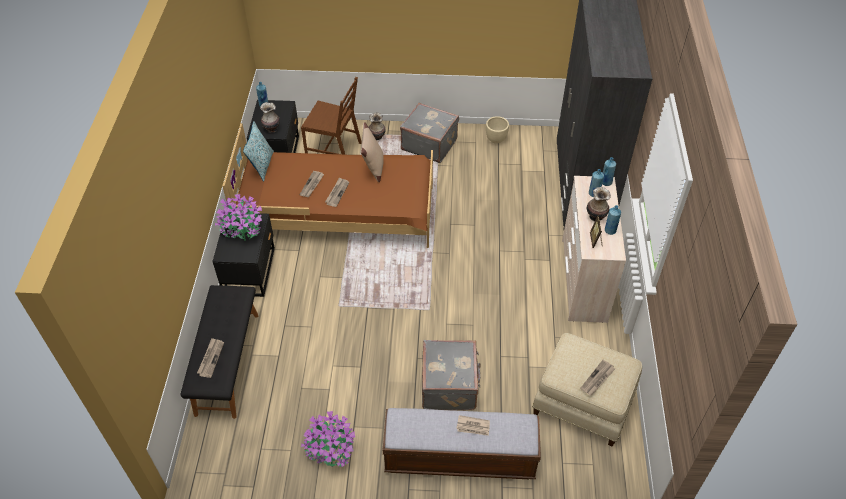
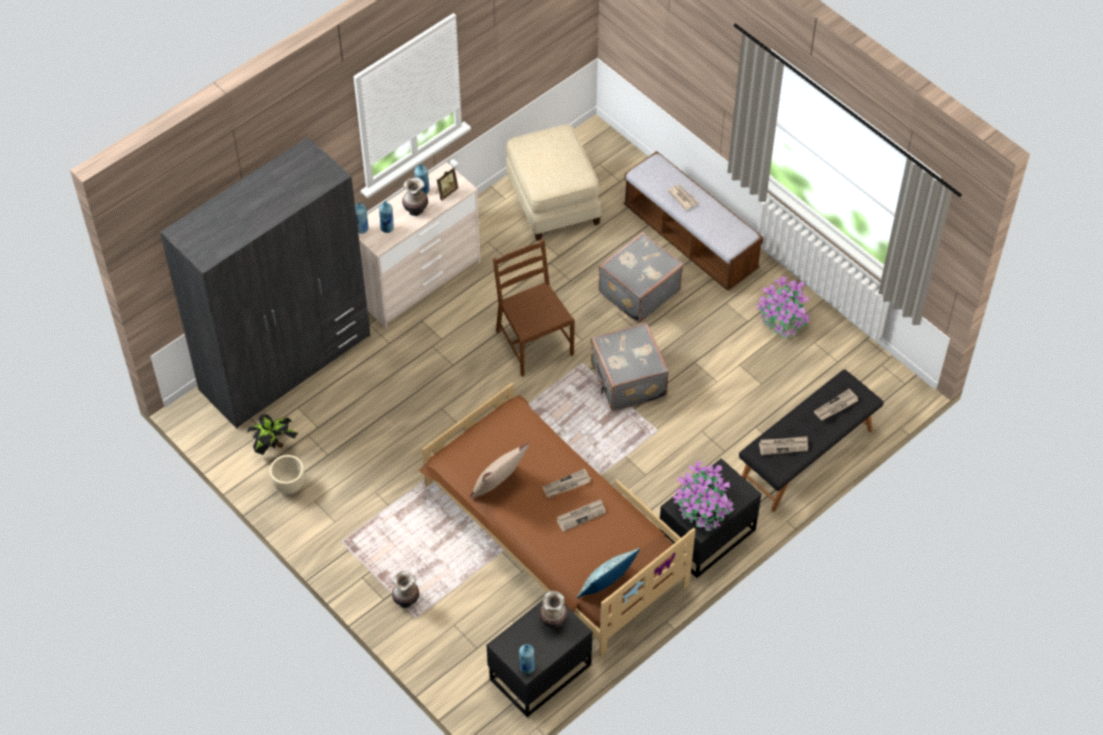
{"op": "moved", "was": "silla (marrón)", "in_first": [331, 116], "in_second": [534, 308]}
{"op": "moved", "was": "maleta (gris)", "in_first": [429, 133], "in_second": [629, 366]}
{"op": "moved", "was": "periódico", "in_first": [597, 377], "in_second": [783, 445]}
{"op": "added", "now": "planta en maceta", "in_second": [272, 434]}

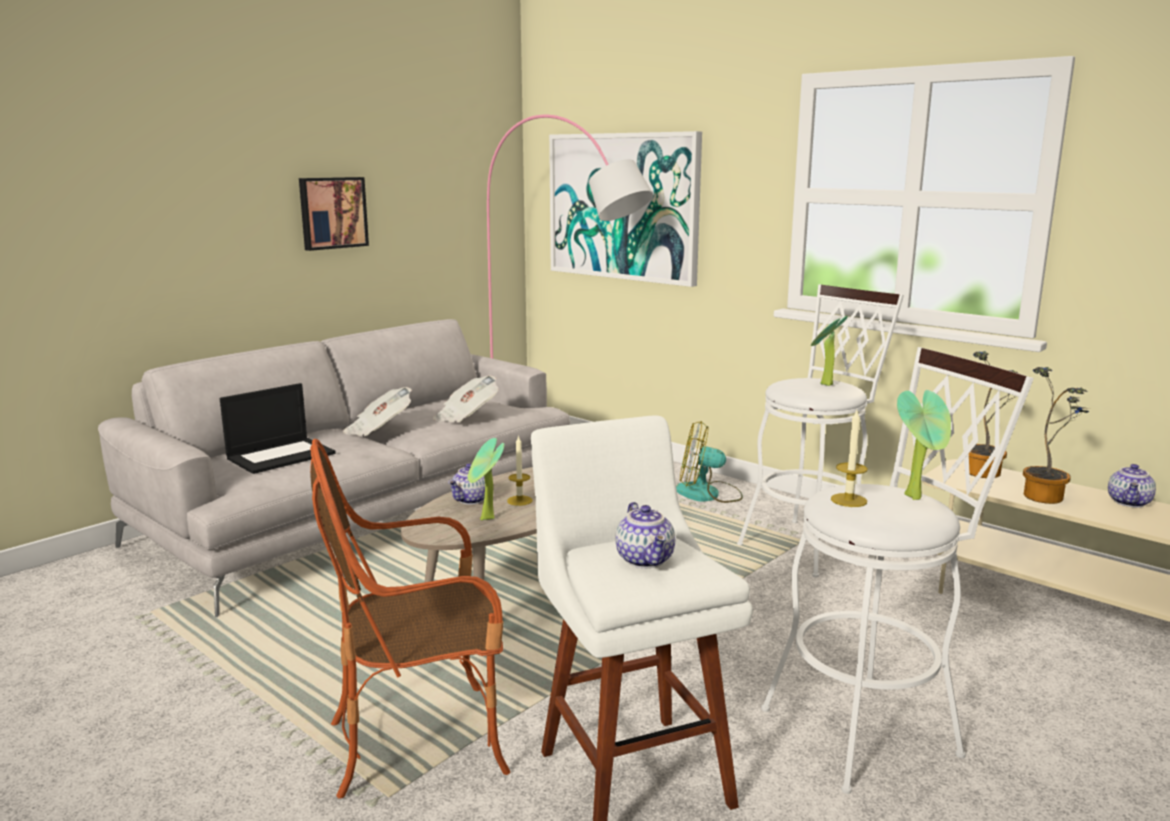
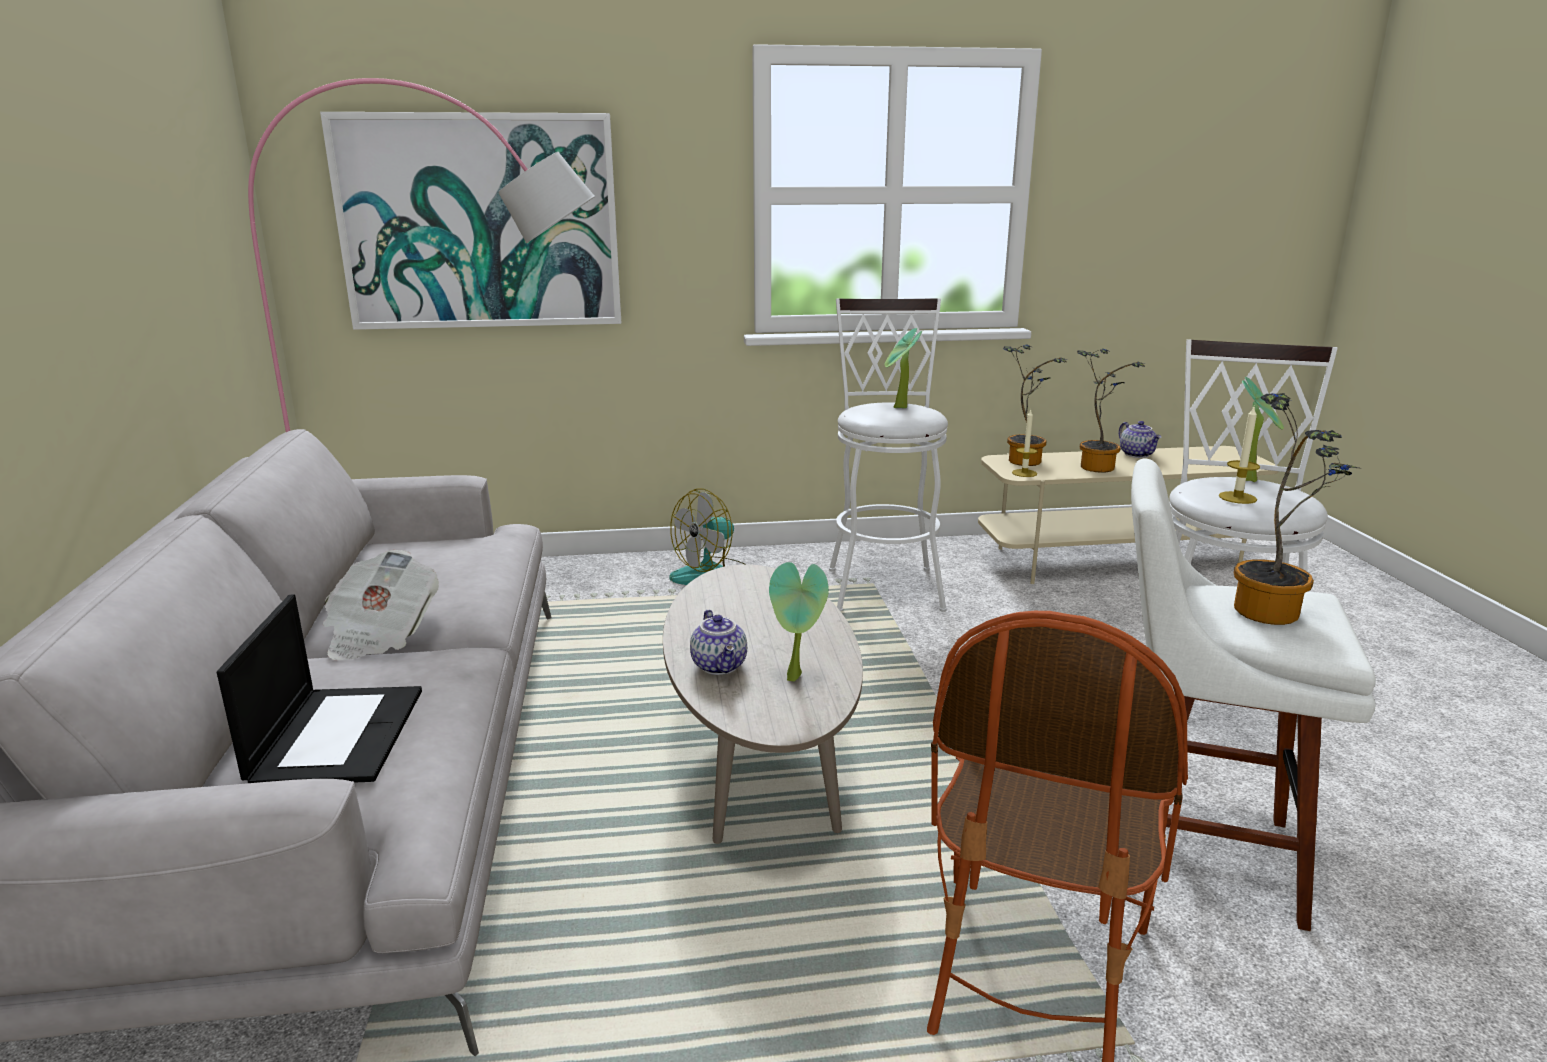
{"op": "removed", "was": "cuadro", "in_first": [334, 214]}
{"op": "removed", "was": "periódico", "in_first": [465, 398]}
{"op": "moved", "was": "vela", "in_first": [520, 470], "in_second": [1024, 443]}
{"op": "replaced", "was": "tetera", "now": "planta en maceta", "in_first": [645, 535], "in_second": [1298, 509]}

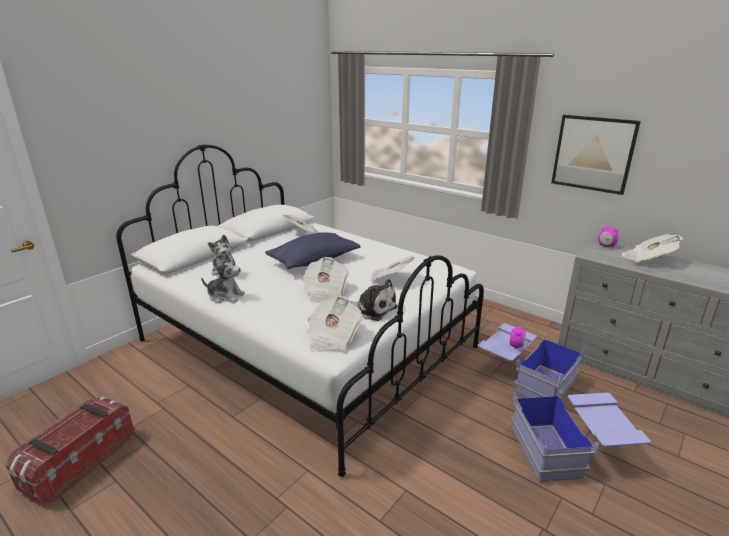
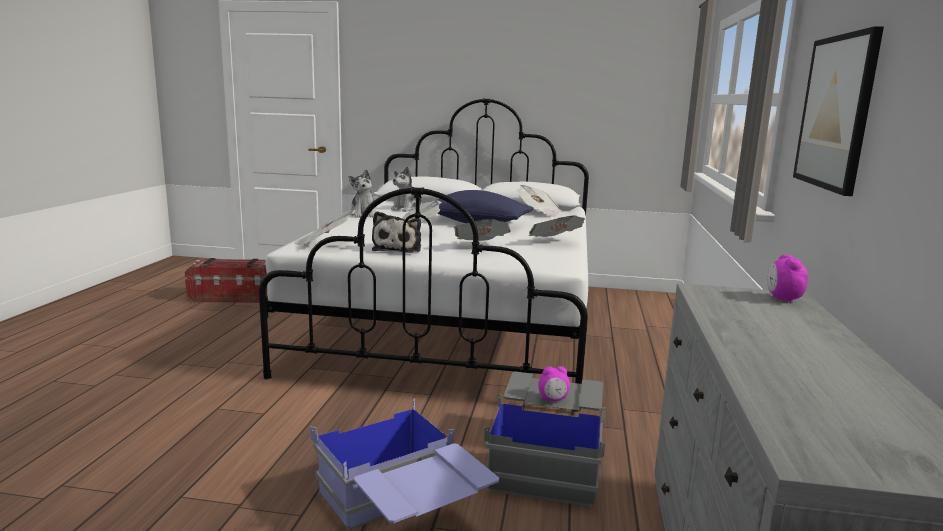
{"op": "moved", "was": "periódico", "in_first": [652, 248], "in_second": [556, 226]}
{"op": "recoloured", "was": "caja de almacenaje (azul)", "now": "caja de almacenaje (gris)", "in_first": [531, 361], "in_second": [545, 439]}

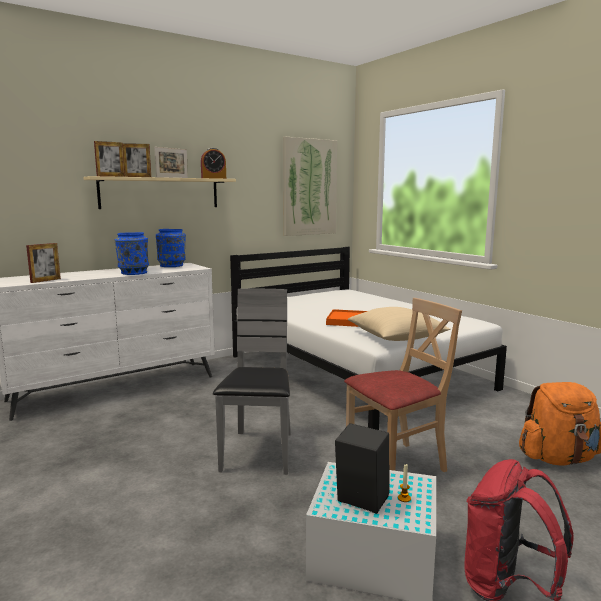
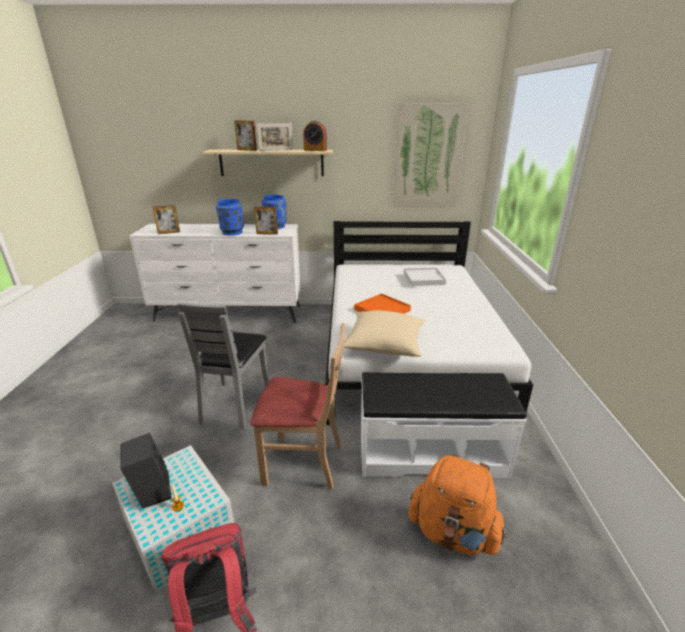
{"op": "moved", "was": "portarretratos", "in_first": [109, 159], "in_second": [266, 220]}
{"op": "turned", "was": "silla (gris)", "in_first": [252, 382], "in_second": [223, 366], "clockwise": 150}
{"op": "added", "now": "bandeja (blanco)", "in_second": [425, 277]}
{"op": "added", "now": "banco (blanco)", "in_second": [444, 425]}

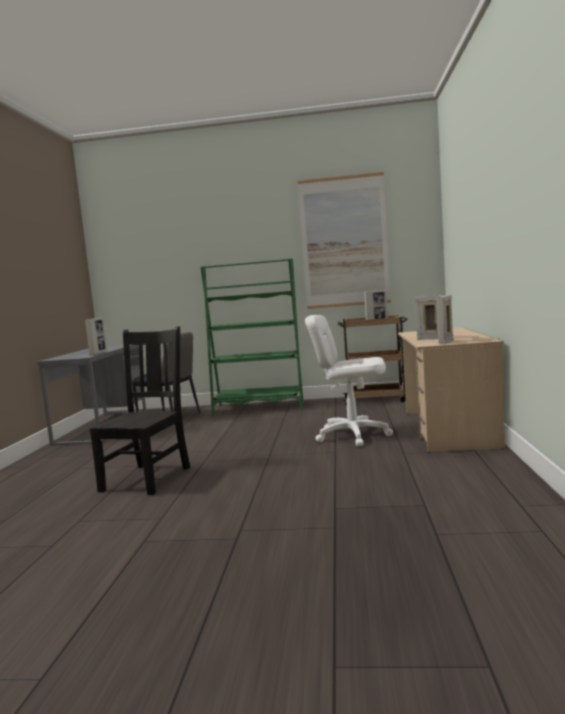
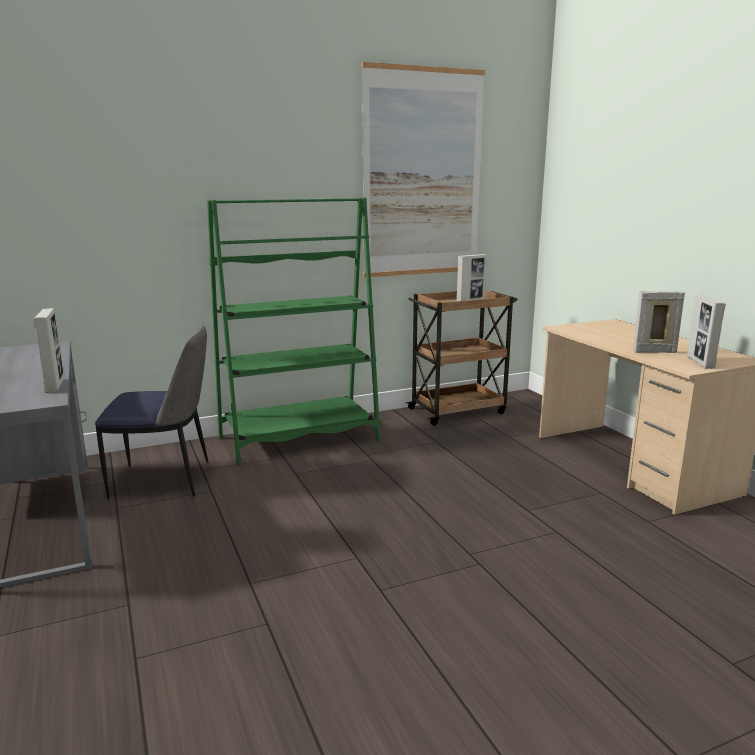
{"op": "removed", "was": "silla de oficina (blanco)", "in_first": [349, 380]}
{"op": "removed", "was": "silla (negro)", "in_first": [139, 410]}

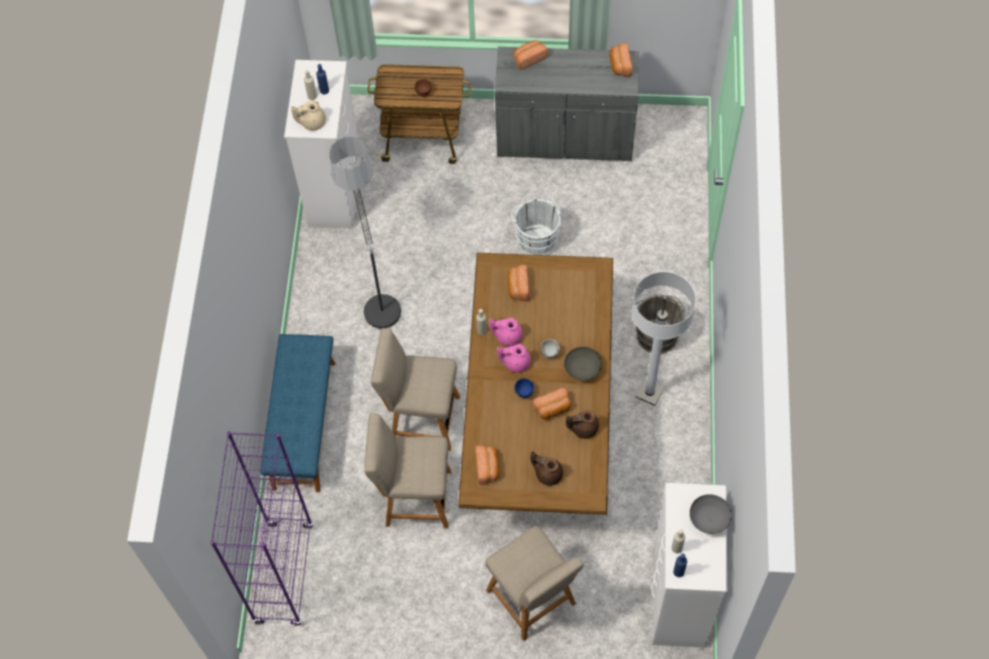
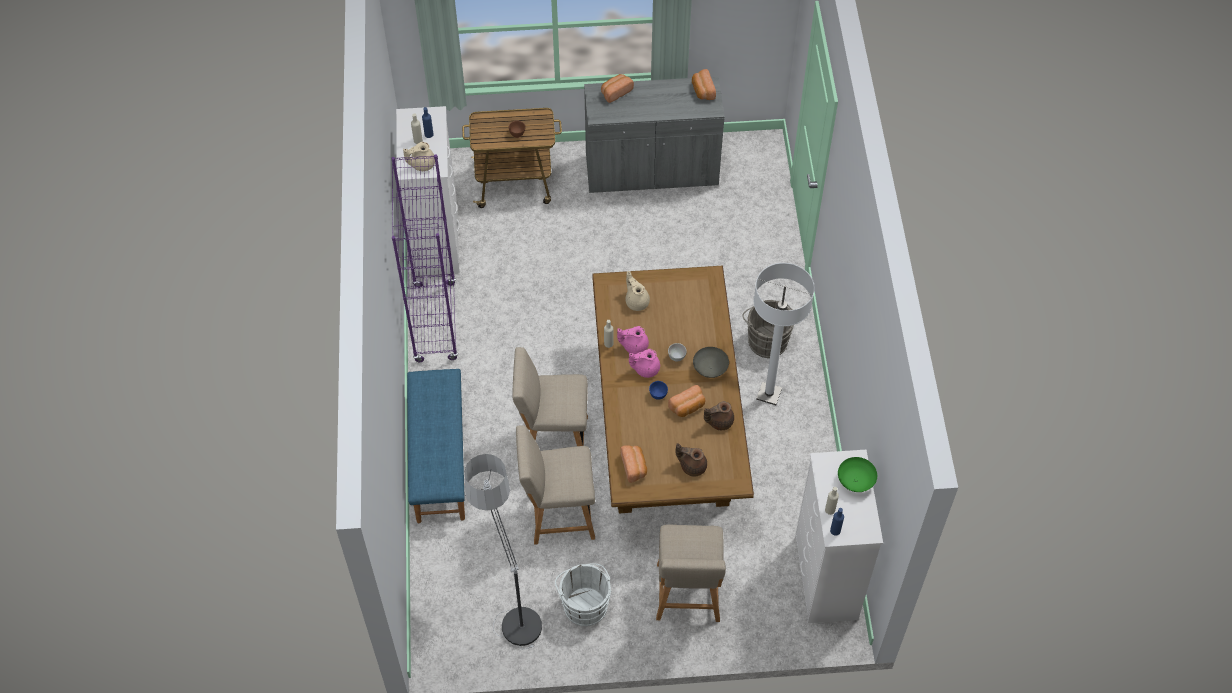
{"op": "moved", "was": "lámpara de pie", "in_first": [365, 234], "in_second": [503, 551]}
{"op": "moved", "was": "cubo (blanco)", "in_first": [536, 227], "in_second": [583, 594]}
{"op": "replaced", "was": "pan", "now": "tetera (beis)", "in_first": [518, 283], "in_second": [637, 291]}
{"op": "moved", "was": "estantería (morado)", "in_first": [262, 529], "in_second": [424, 258]}
{"op": "recoloured", "was": "cuenco (gris)", "now": "cuenco (verde)", "in_first": [711, 514], "in_second": [857, 474]}
{"op": "turned", "was": "silla (beis)", "in_first": [535, 583], "in_second": [691, 573], "clockwise": 45}

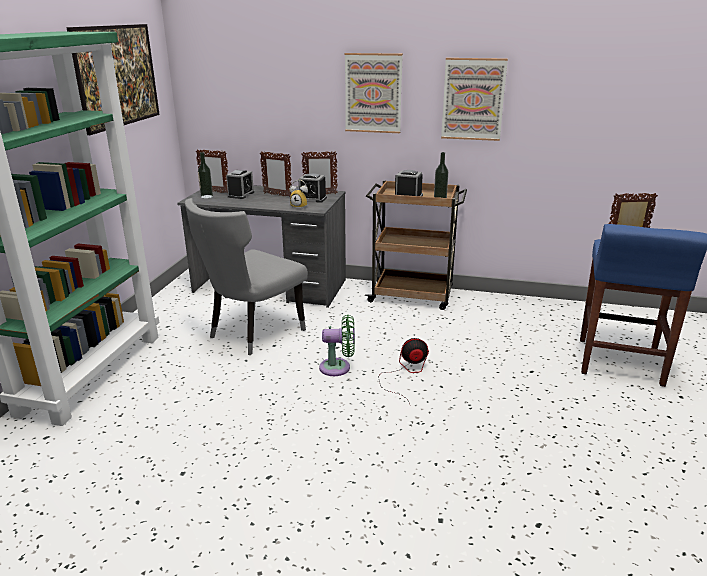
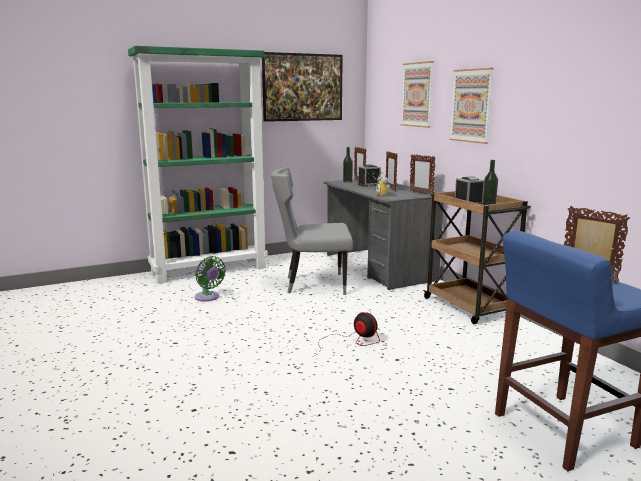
{"op": "moved", "was": "cuadro", "in_first": [474, 99], "in_second": [417, 94]}
{"op": "removed", "was": "despertador", "in_first": [313, 188]}
{"op": "moved", "was": "ventilador (verde)", "in_first": [337, 345], "in_second": [210, 278]}

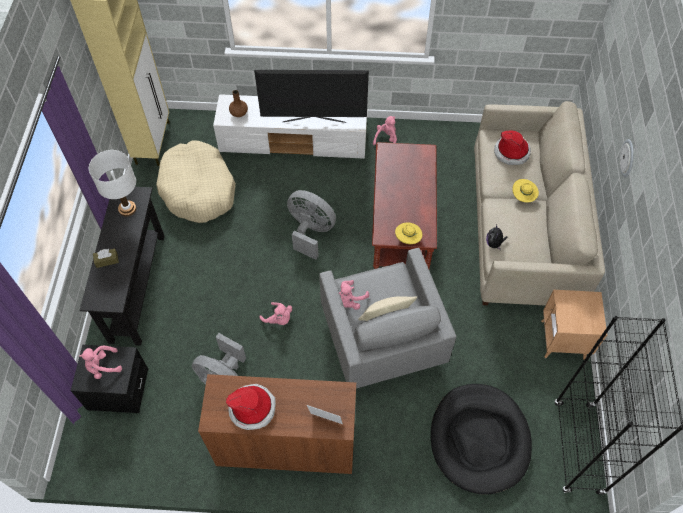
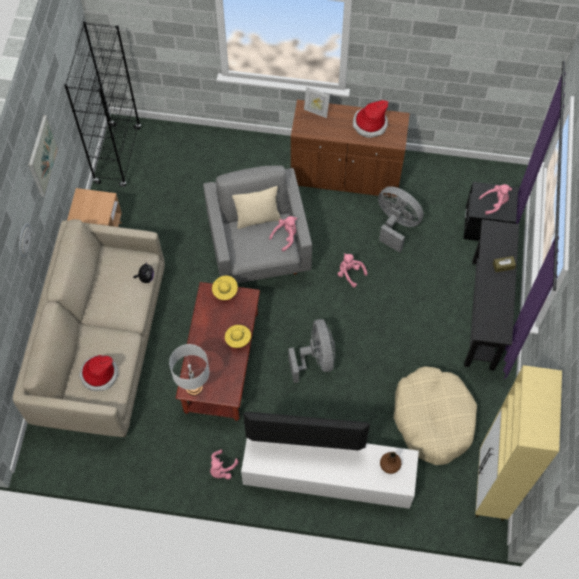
{"op": "moved", "was": "lámpara de mesa (blanco)", "in_first": [113, 183], "in_second": [189, 370]}
{"op": "moved", "was": "sombrero (amarillo)", "in_first": [525, 191], "in_second": [238, 336]}
{"op": "turned", "was": "ventilador (gris)", "in_first": [311, 225], "in_second": [312, 351], "clockwise": -135}
{"op": "removed", "was": "cama para perro (negro)", "in_first": [481, 439]}
{"op": "added", "now": "cuadro", "in_second": [43, 156]}

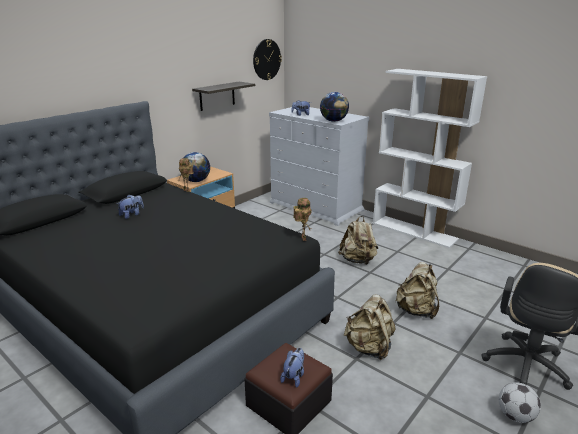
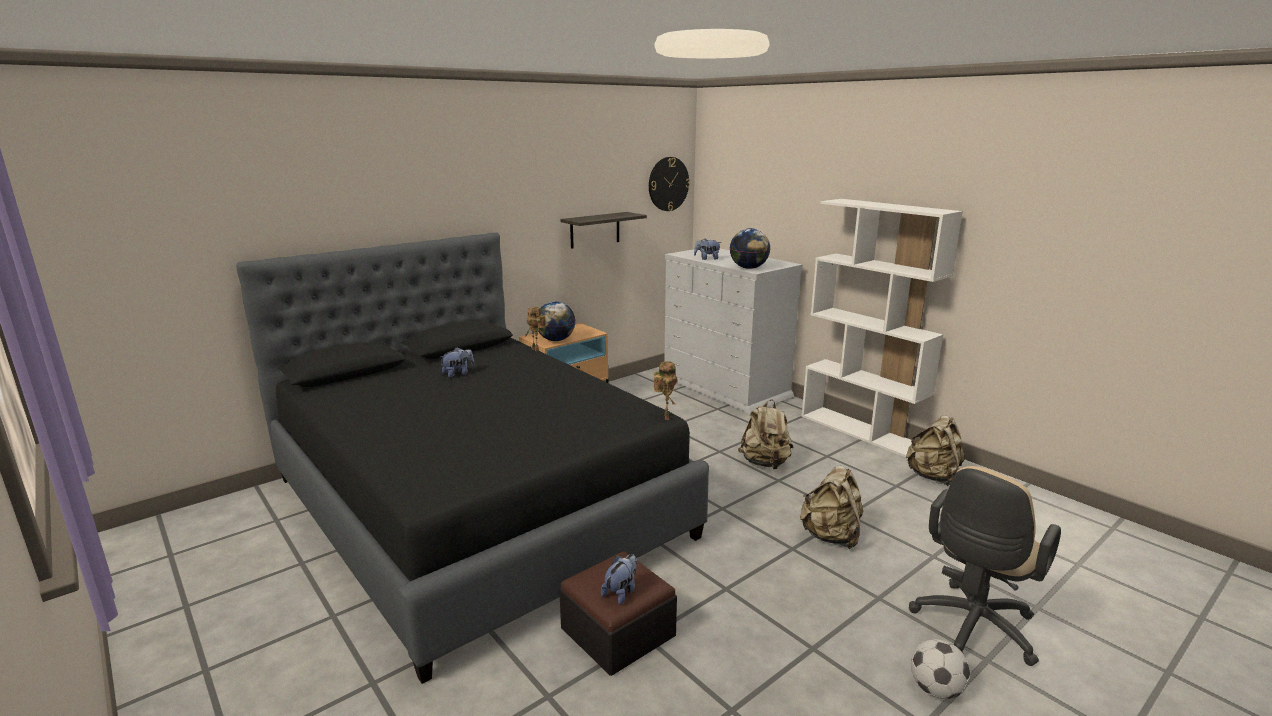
{"op": "moved", "was": "mochila (beis)", "in_first": [370, 327], "in_second": [935, 450]}

